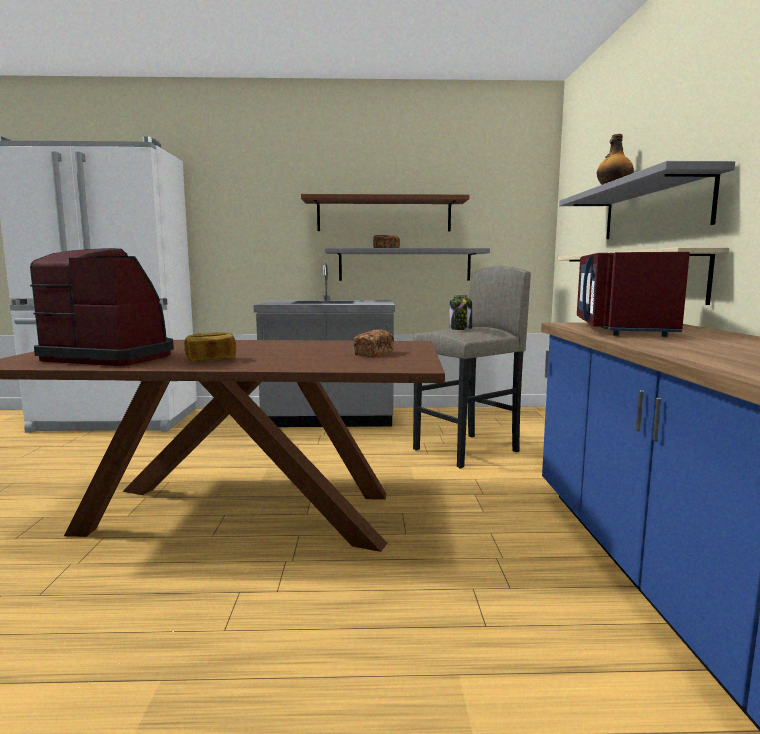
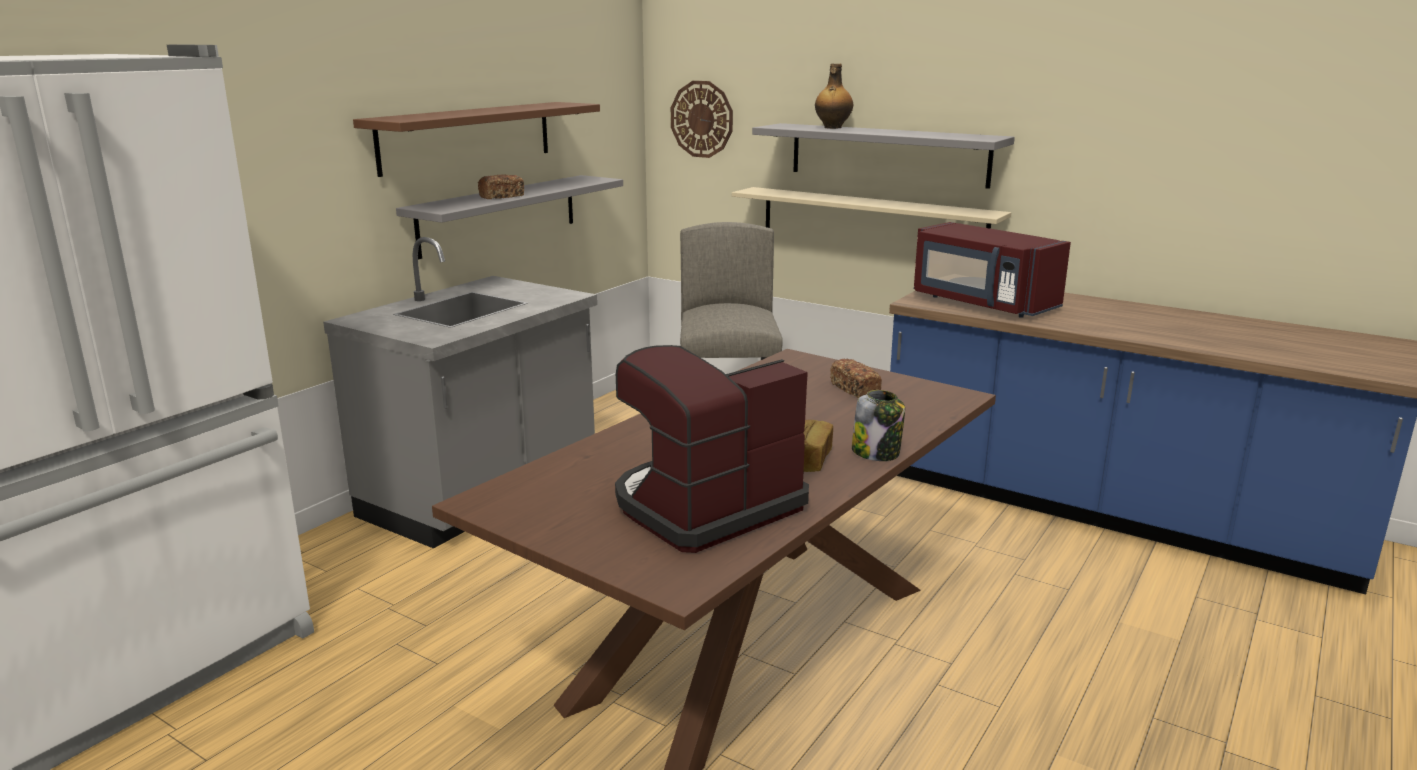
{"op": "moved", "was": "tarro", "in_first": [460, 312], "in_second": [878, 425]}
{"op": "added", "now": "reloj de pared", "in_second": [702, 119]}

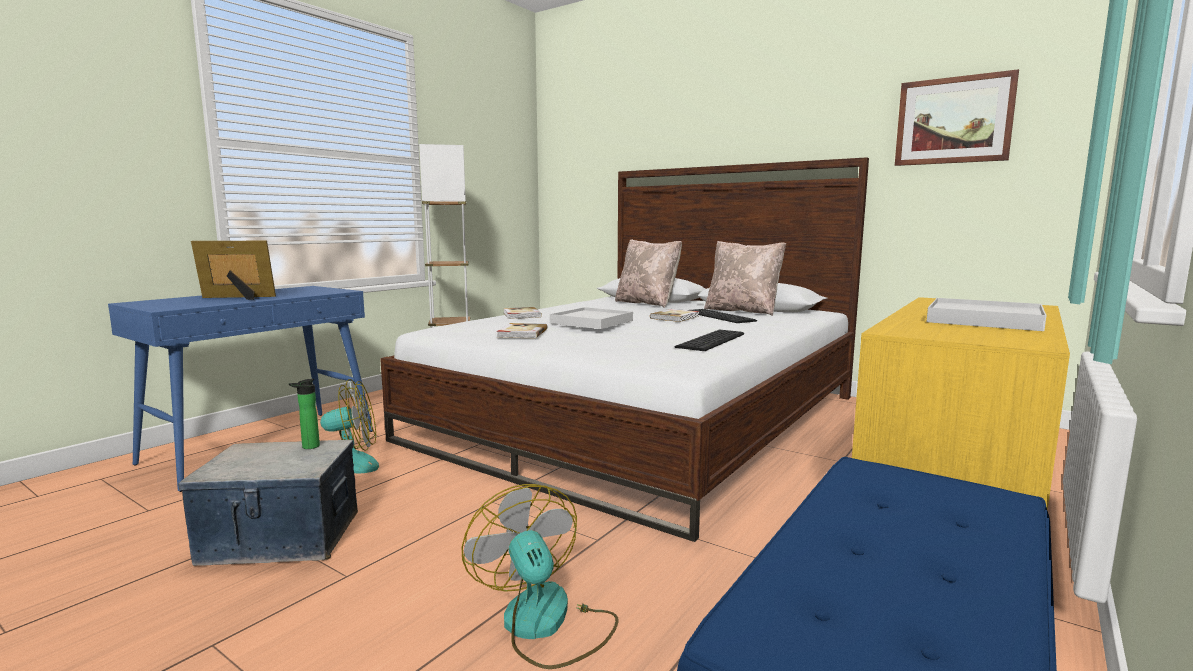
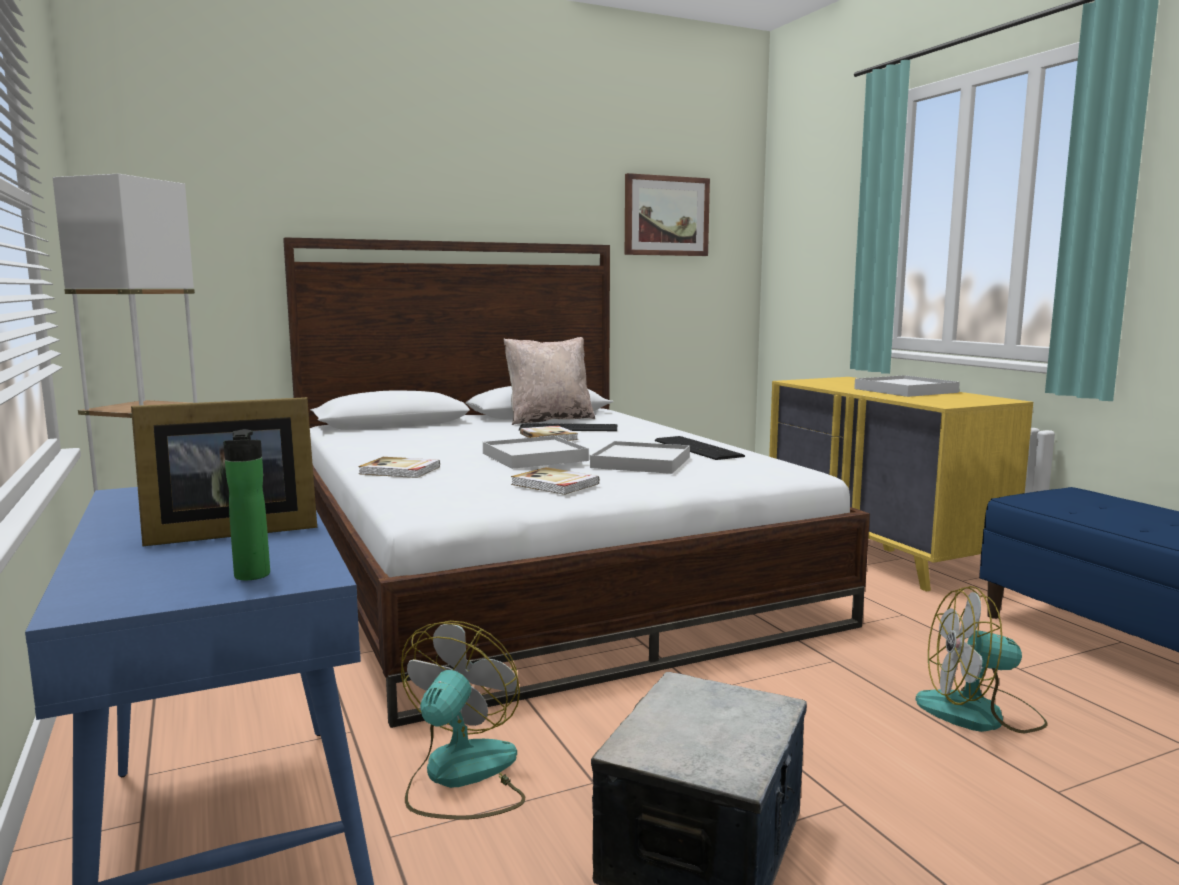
{"op": "removed", "was": "cojín (beis)", "in_first": [648, 273]}
{"op": "turned", "was": "portarretratos", "in_first": [233, 270], "in_second": [224, 472], "clockwise": -135}
{"op": "moved", "was": "botella", "in_first": [304, 414], "in_second": [246, 504]}
{"op": "added", "now": "bandeja (blanco)", "in_second": [640, 457]}

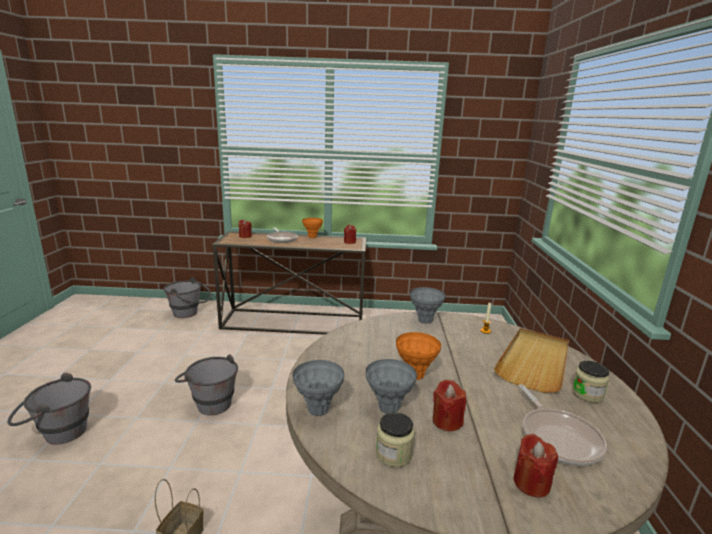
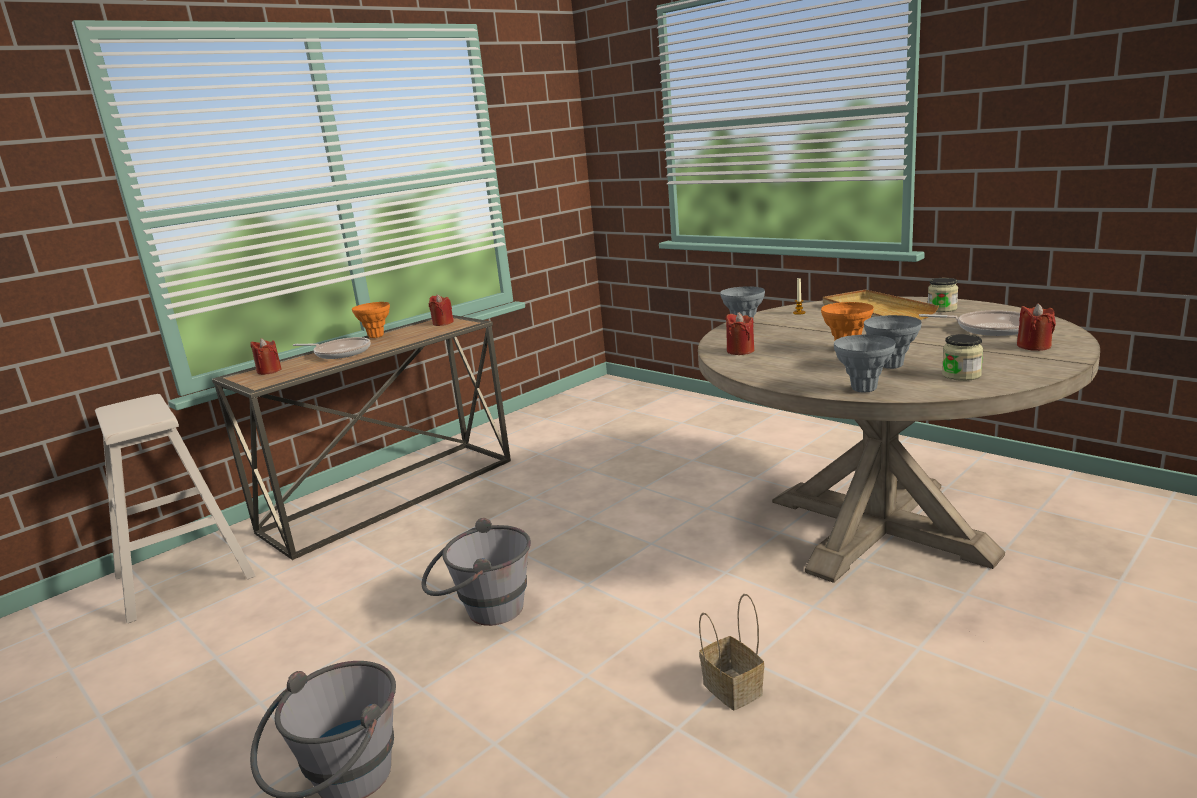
{"op": "replaced", "was": "cubo (gris)", "now": "taburete (beis)", "in_first": [187, 297], "in_second": [175, 509]}
{"op": "moved", "was": "vela (rojo)", "in_first": [449, 405], "in_second": [739, 333]}

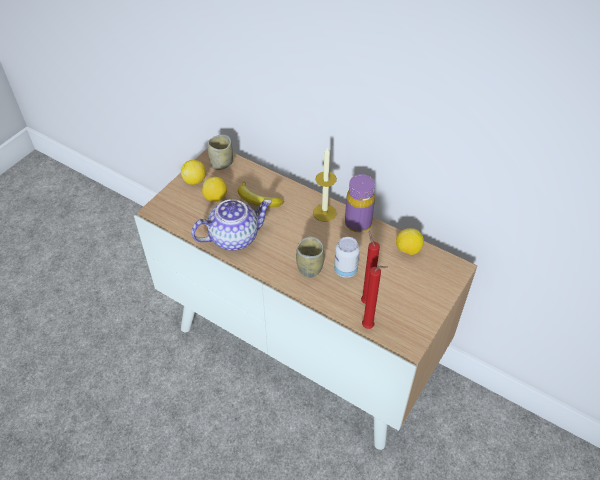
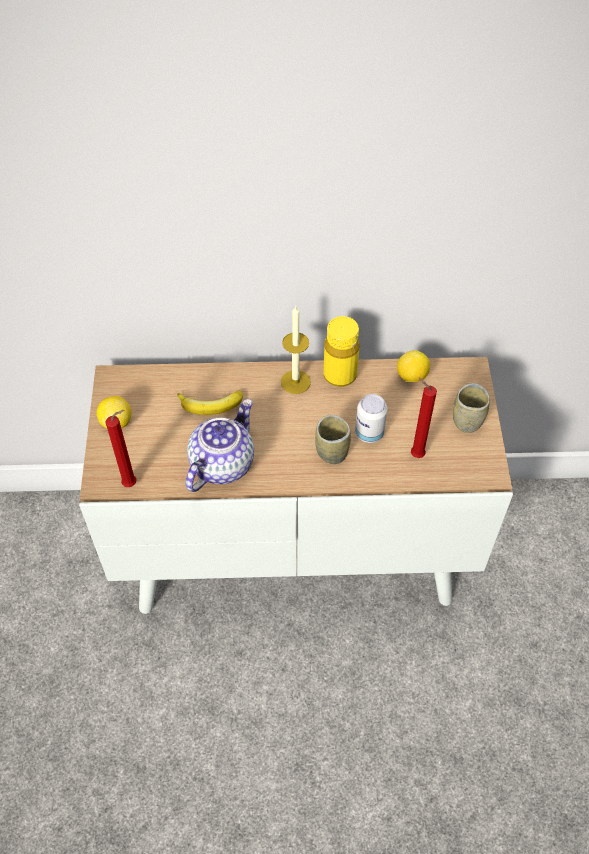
{"op": "moved", "was": "taza", "in_first": [220, 152], "in_second": [471, 408]}
{"op": "recoloured", "was": "botella (morado)", "now": "botella (amarillo)", "in_first": [360, 203], "in_second": [341, 351]}
{"op": "removed", "was": "limón", "in_first": [214, 189]}
{"op": "moved", "was": "vela (rojo)", "in_first": [375, 297], "in_second": [121, 448]}

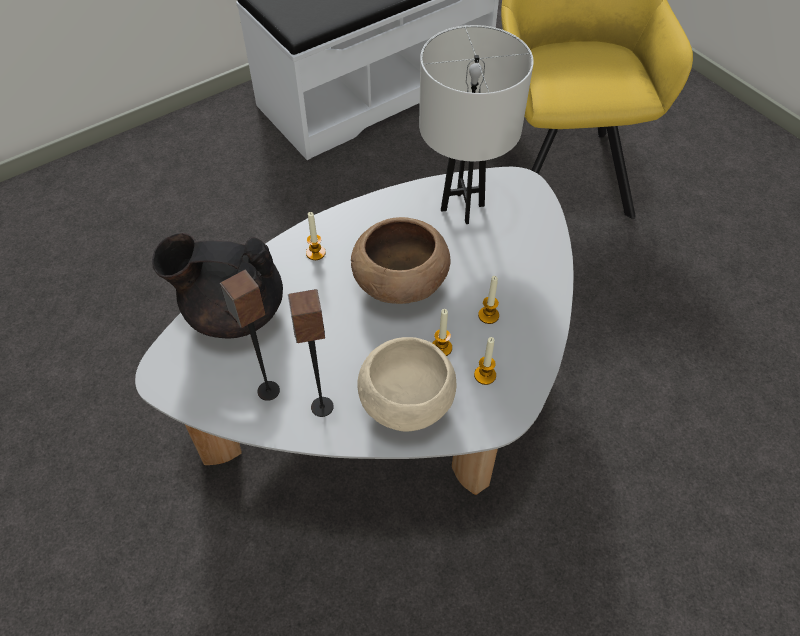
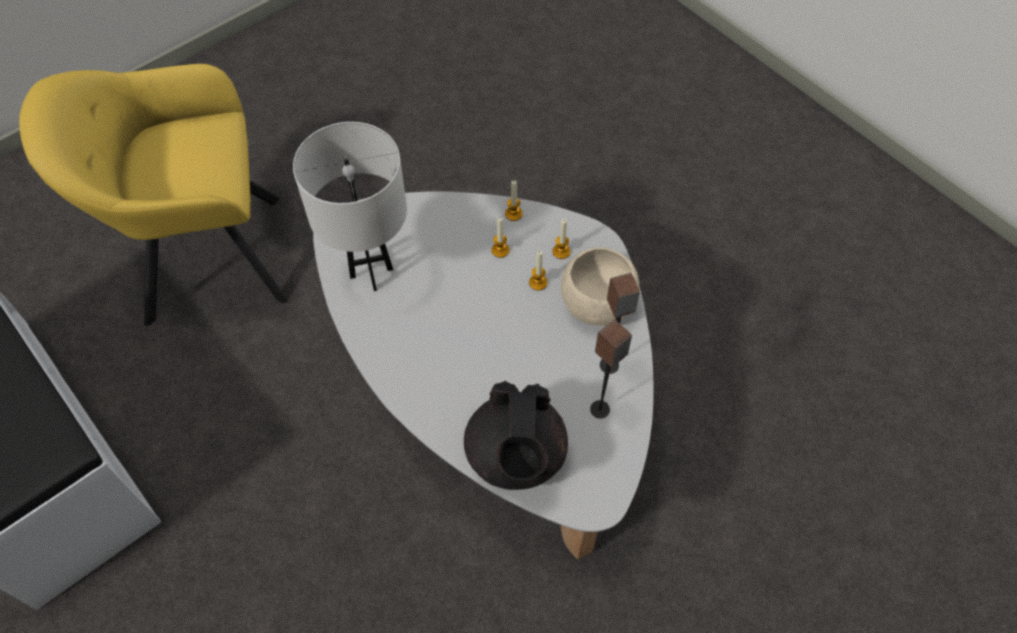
{"op": "moved", "was": "vela", "in_first": [316, 236], "in_second": [514, 200]}
{"op": "removed", "was": "cuenco (marrón)", "in_first": [400, 260]}

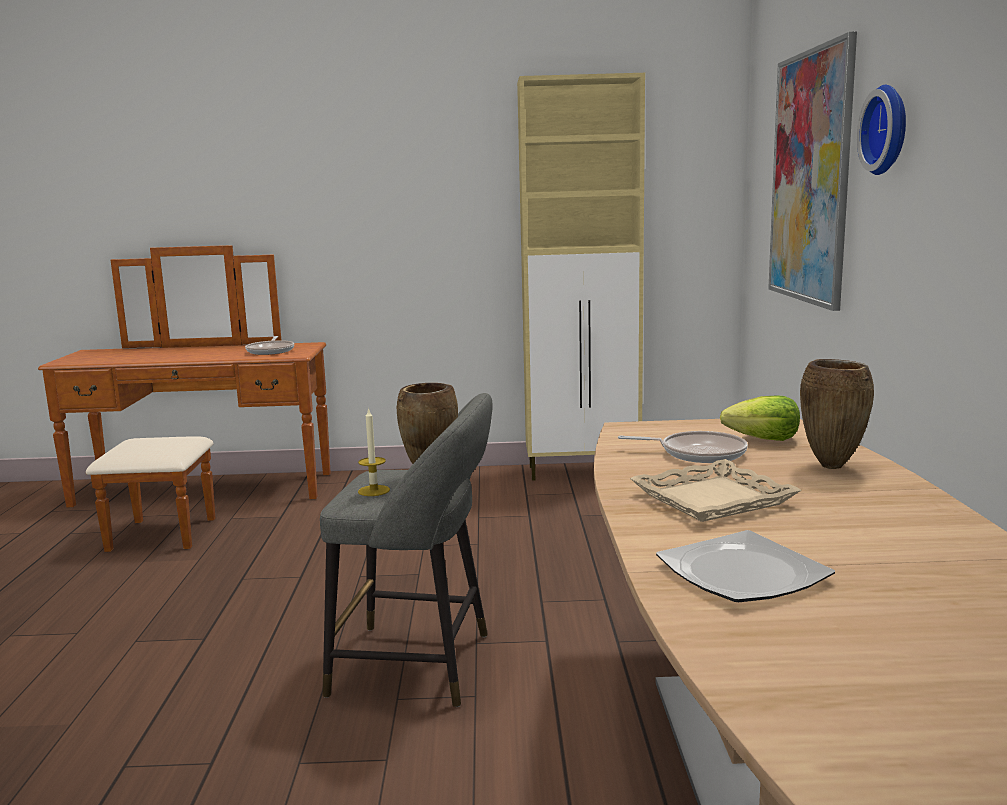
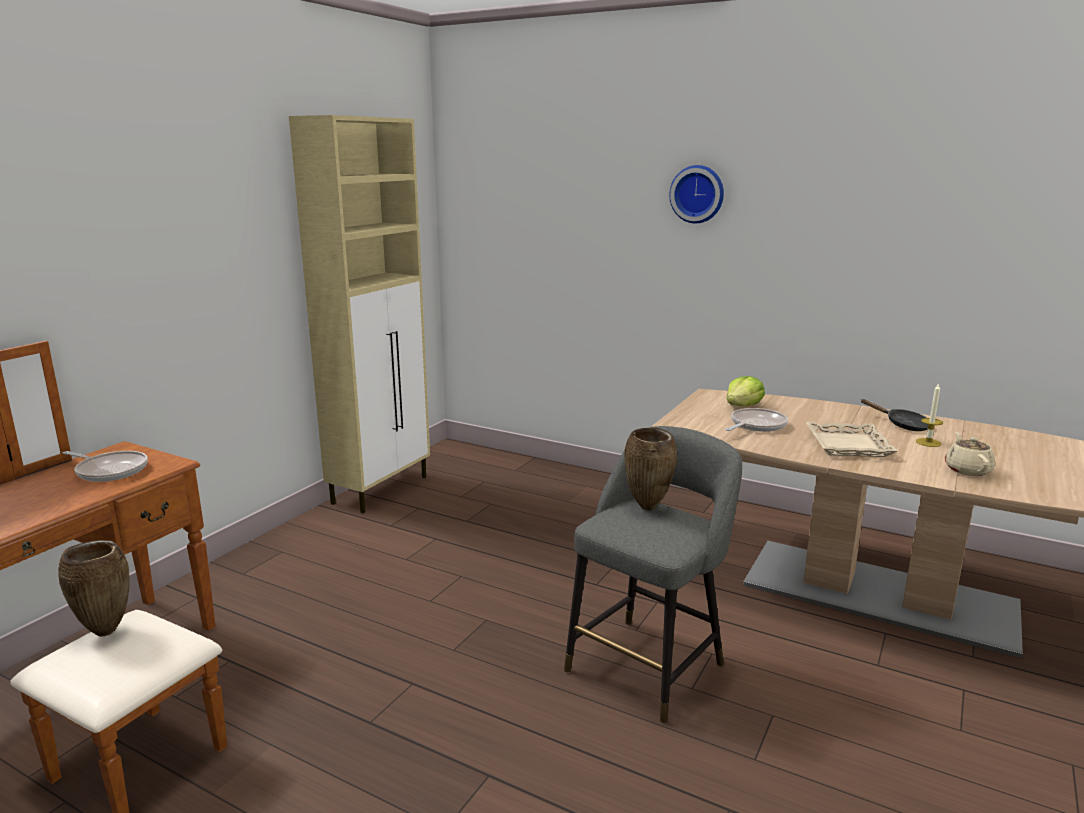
{"op": "removed", "was": "cuadro", "in_first": [812, 171]}
{"op": "moved", "was": "florero (marrón)", "in_first": [837, 414], "in_second": [94, 588]}
{"op": "moved", "was": "vela", "in_first": [374, 452], "in_second": [929, 415]}
{"op": "replaced", "was": "plato", "now": "tetera (beis)", "in_first": [745, 566], "in_second": [970, 454]}
{"op": "added", "now": "sartén (negro)", "in_second": [894, 415]}

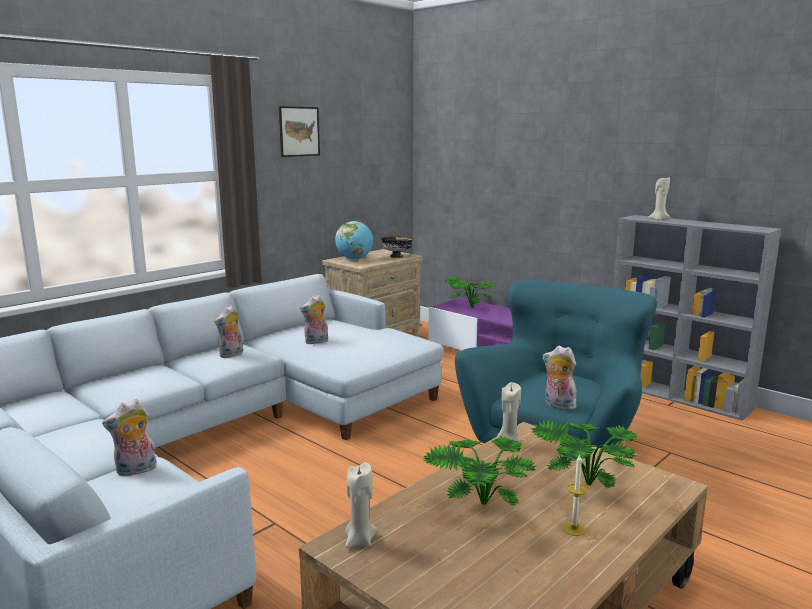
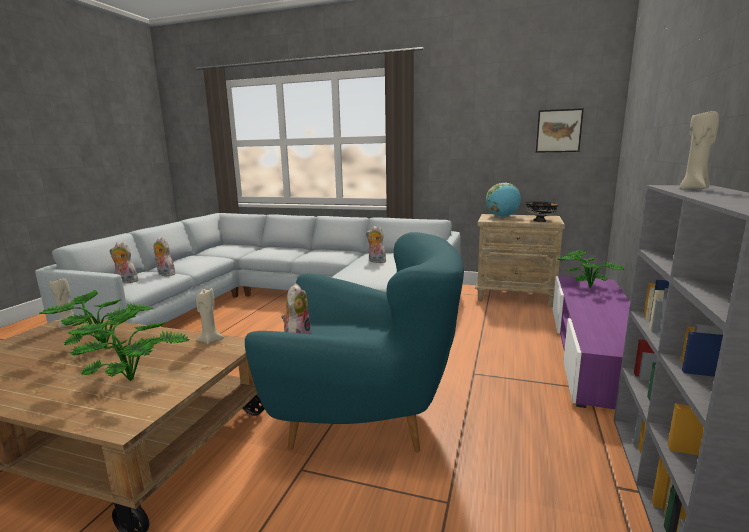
{"op": "moved", "was": "cuadro", "in_first": [299, 131], "in_second": [560, 130]}
{"op": "moved", "was": "peluche", "in_first": [229, 331], "in_second": [124, 262]}
{"op": "removed", "was": "vela", "in_first": [575, 495]}

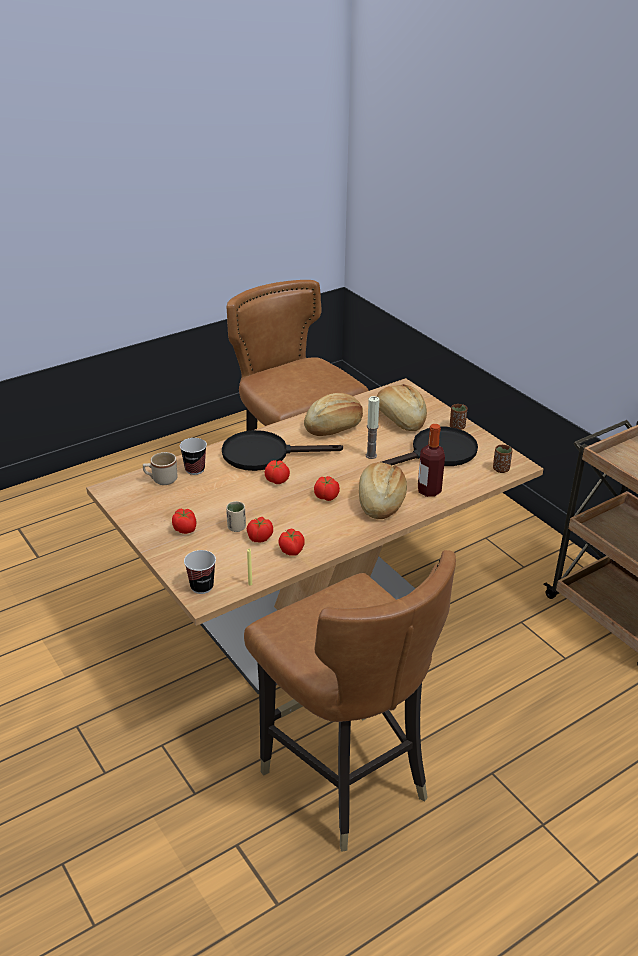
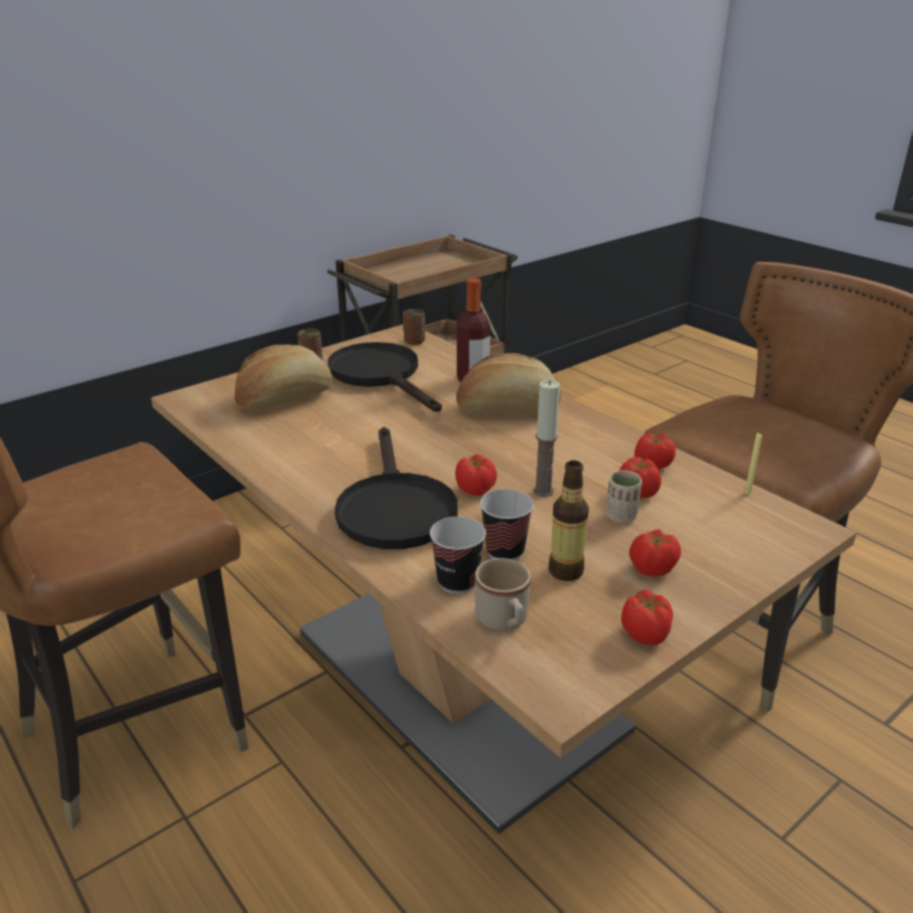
{"op": "removed", "was": "pan", "in_first": [333, 414]}
{"op": "moved", "was": "vela", "in_first": [373, 427], "in_second": [546, 438]}
{"op": "moved", "was": "tomate", "in_first": [327, 488], "in_second": [647, 617]}
{"op": "moved", "was": "taza", "in_first": [200, 572], "in_second": [507, 524]}
{"op": "added", "now": "botella", "in_second": [569, 520]}

